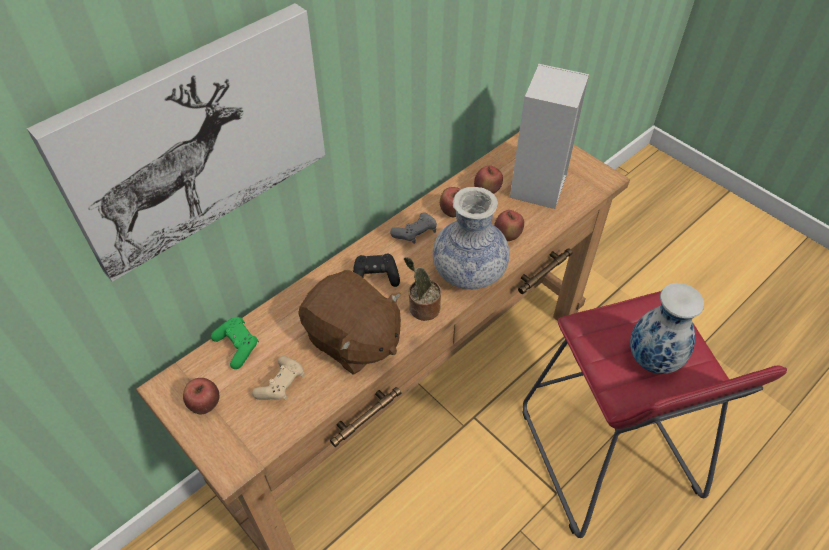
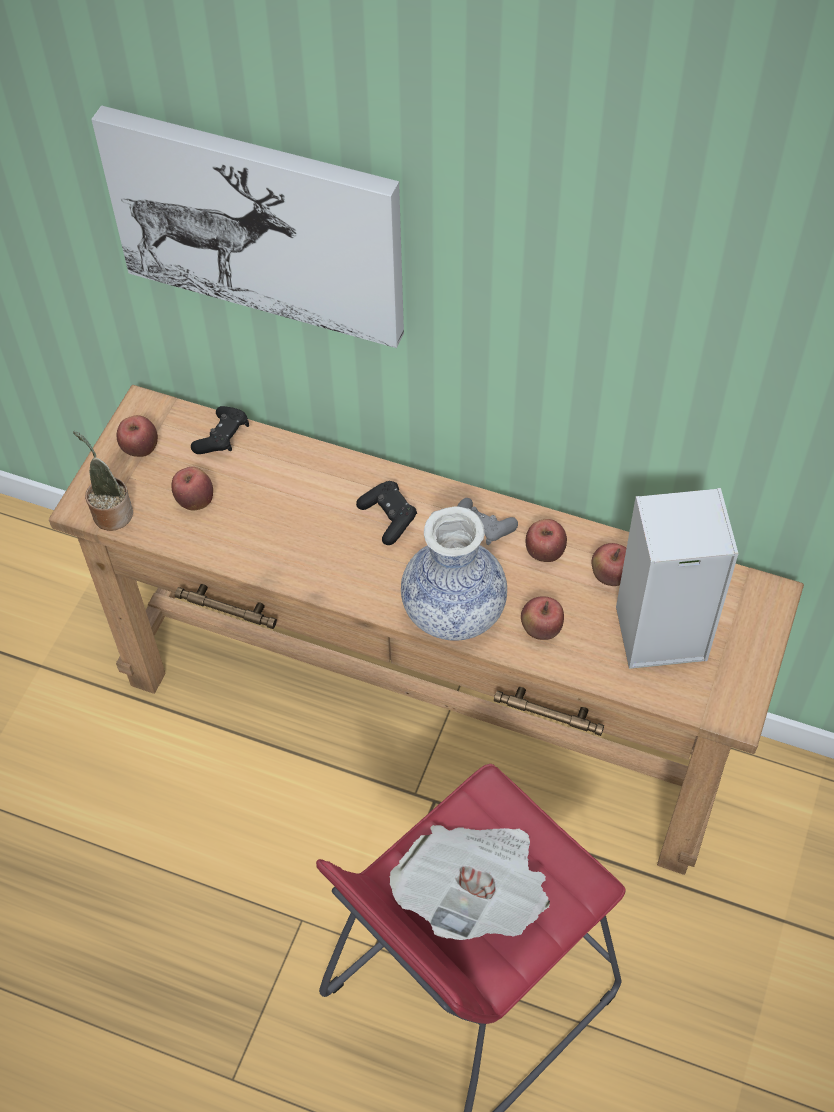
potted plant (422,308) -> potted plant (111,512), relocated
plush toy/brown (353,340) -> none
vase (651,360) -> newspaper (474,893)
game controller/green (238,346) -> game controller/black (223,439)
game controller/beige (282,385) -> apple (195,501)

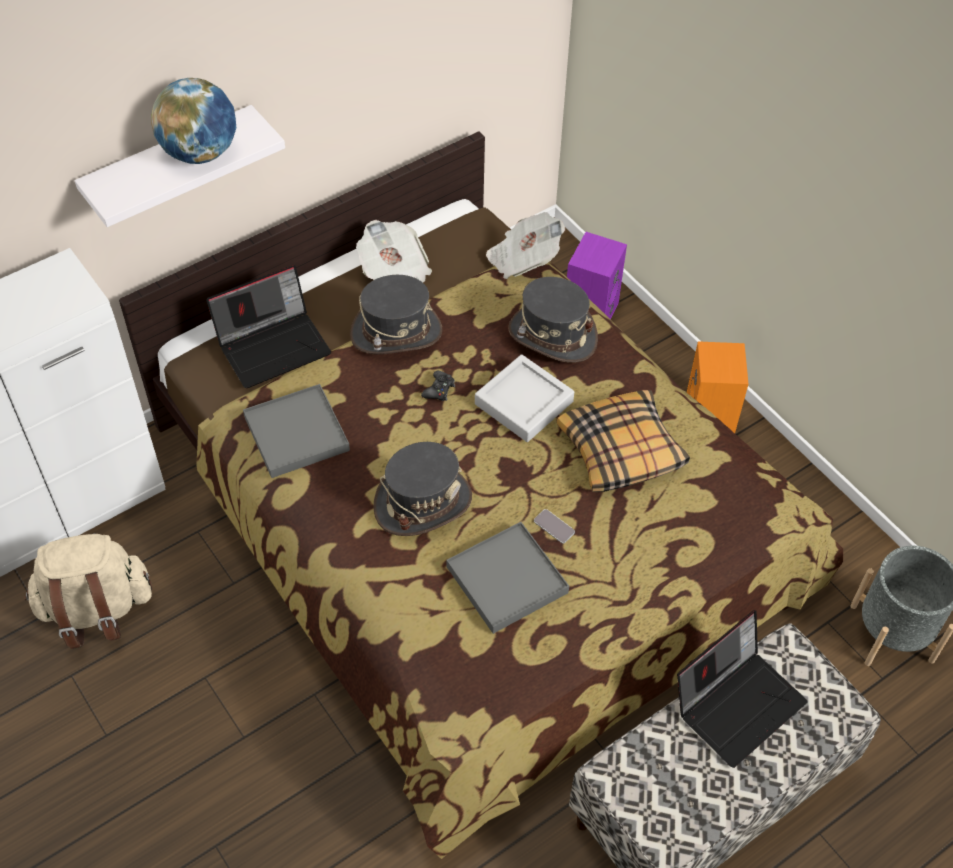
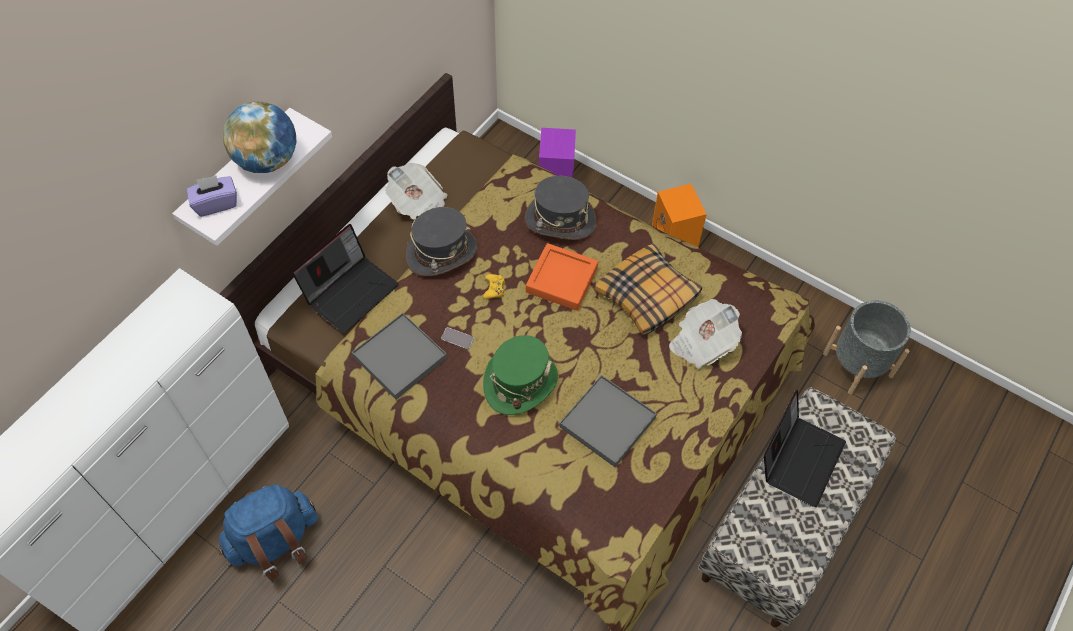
newspaper (523,259) -> newspaper (702,343), relocated
tray/grey (524,403) -> tray/orange (561,280)
game controller/black (439,390) -> game controller/yellow (494,289)
hat/grey (423,502) -> hat/green (520,382)
phone (554,527) -> phone (457,338), relocated
backpack/beige (96,609) -> backpack/blue (275,541)
none -> tissue box/purple (216,203)

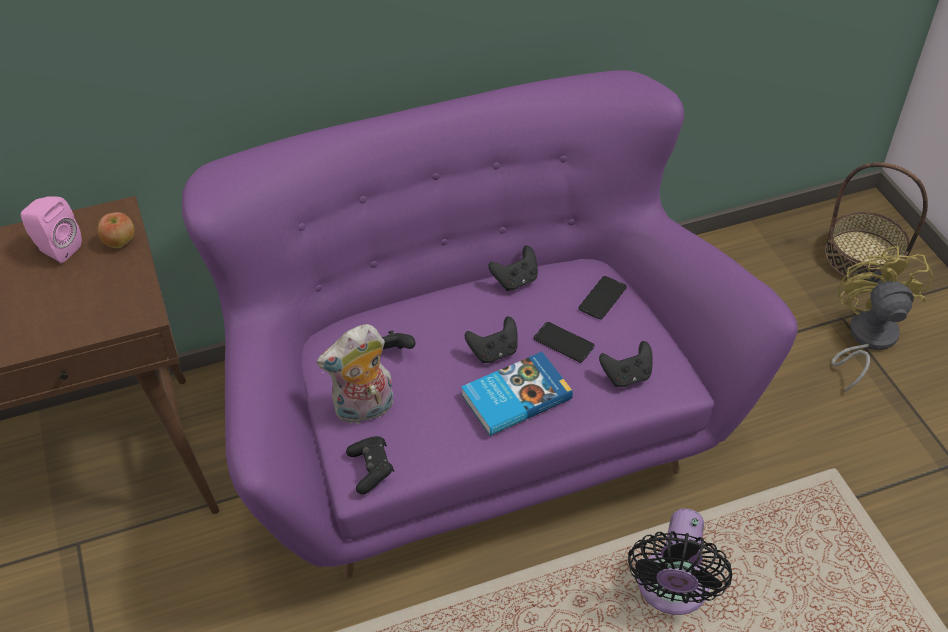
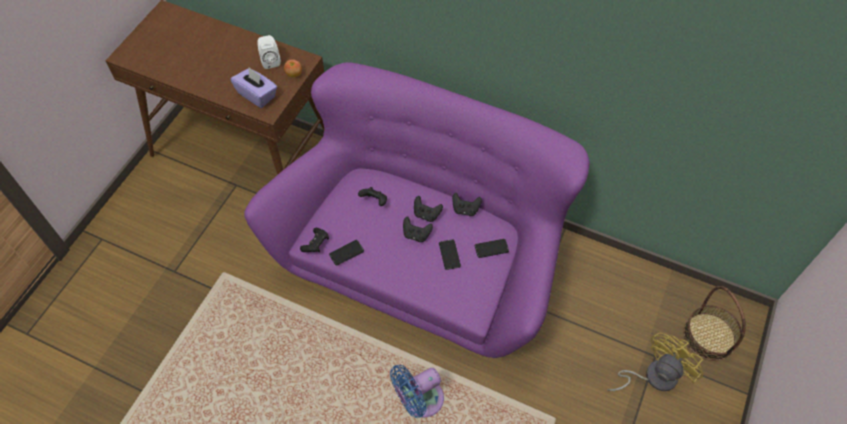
speaker/pink (56,249) -> speaker/white (270,60)
plush toy (363,410) -> none
game controller/black (626,376) -> game controller/black (426,214), relocated
book (514,396) -> none
fan/black (671,591) -> fan/blue (419,400)
none -> tissue box/purple (257,95)
none -> phone (346,253)

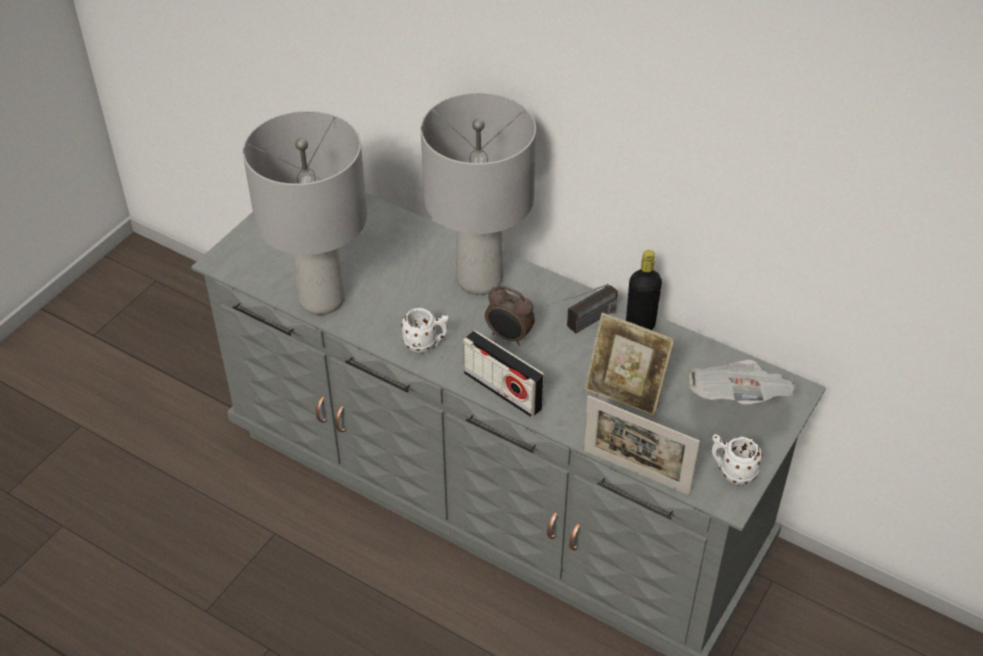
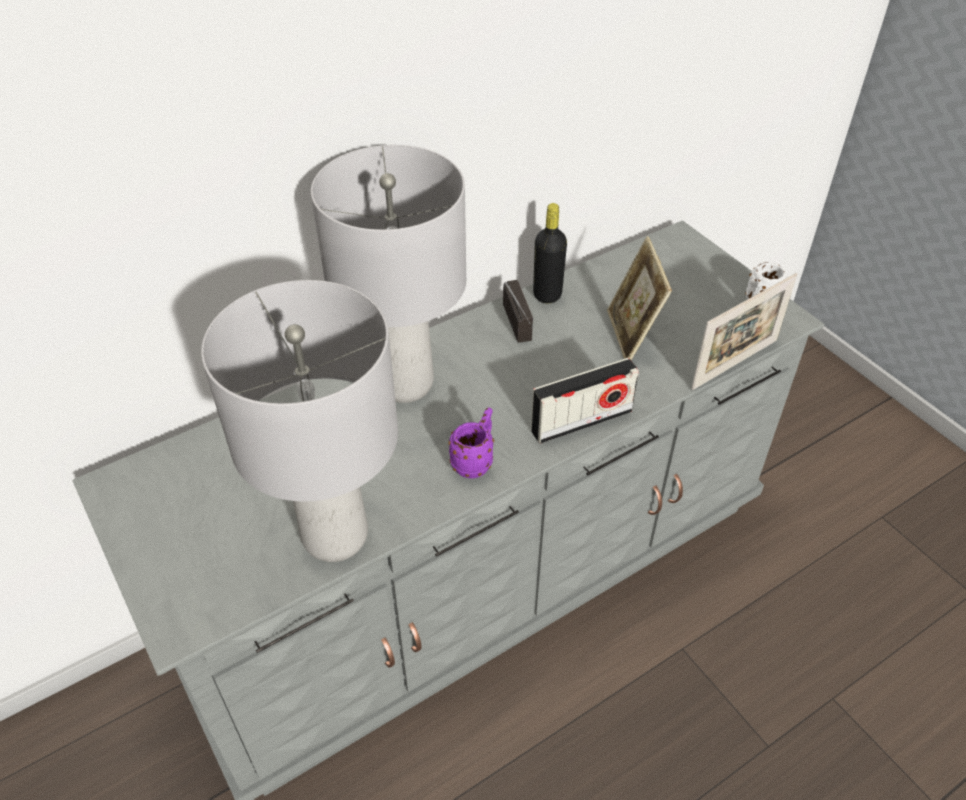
alarm clock (509,337) -> none
mug/white (426,344) -> mug/purple (475,461)
picture frame (625,394) -> picture frame (631,336), 120 degrees clockwise
newspaper (736,400) -> none

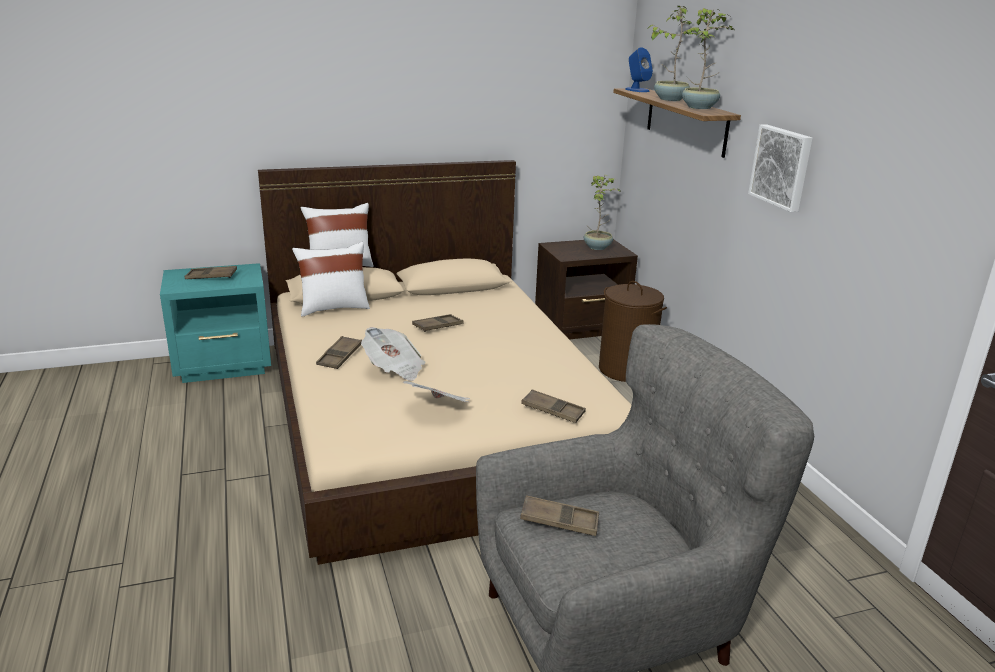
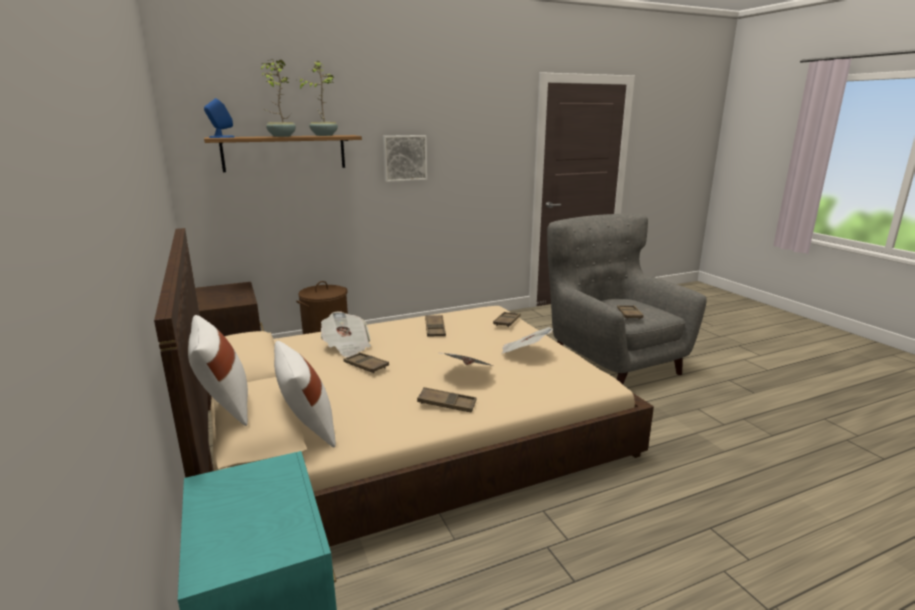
potted plant (598,247) -> none
tray/brown (211,276) -> tray/brown (435,329), relocated
none -> newspaper (346,347)

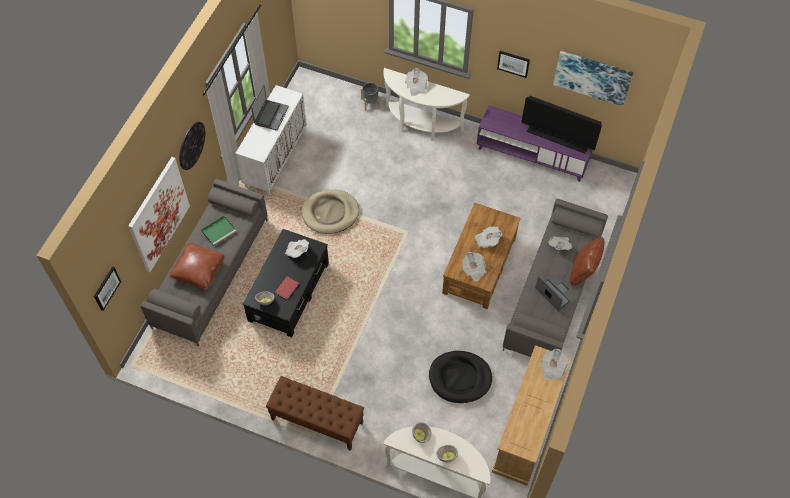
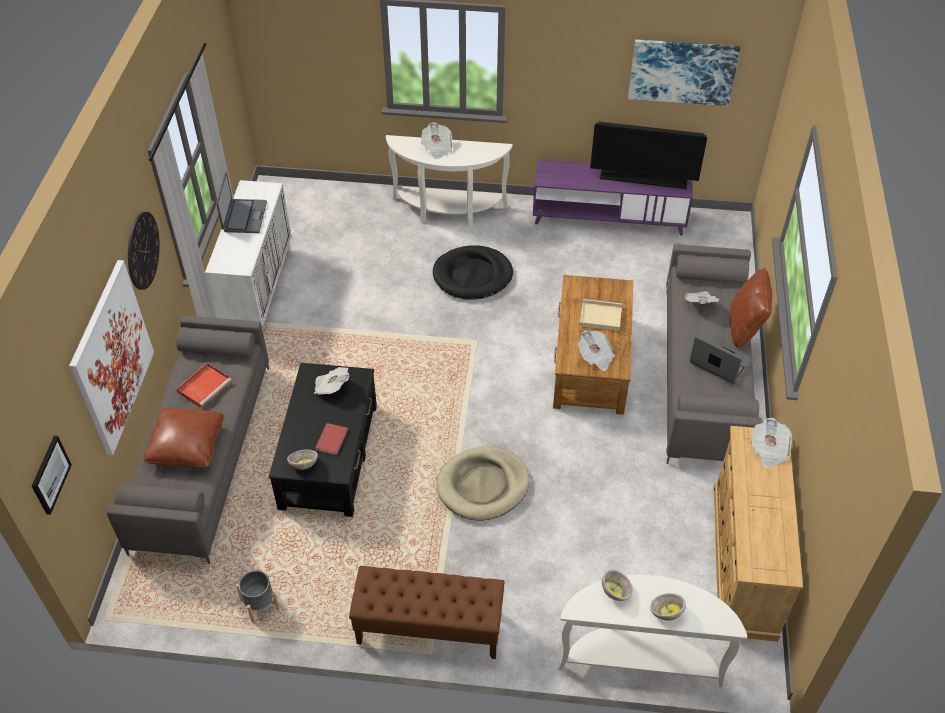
picture (513,63) -> none
planter/grey (370,103) -> planter/grey (260,605), relocated
dog bed/beige (330,213) -> dog bed/beige (483,485), relocated
tray/green (219,231) -> tray/red (205,386)
newspaper (487,240) -> tray/beige (599,316)
dog bed/black (460,378) -> dog bed/black (472,275), relocated

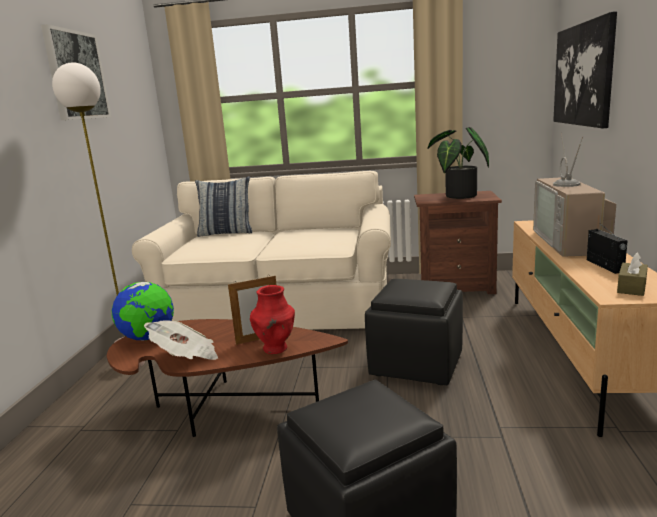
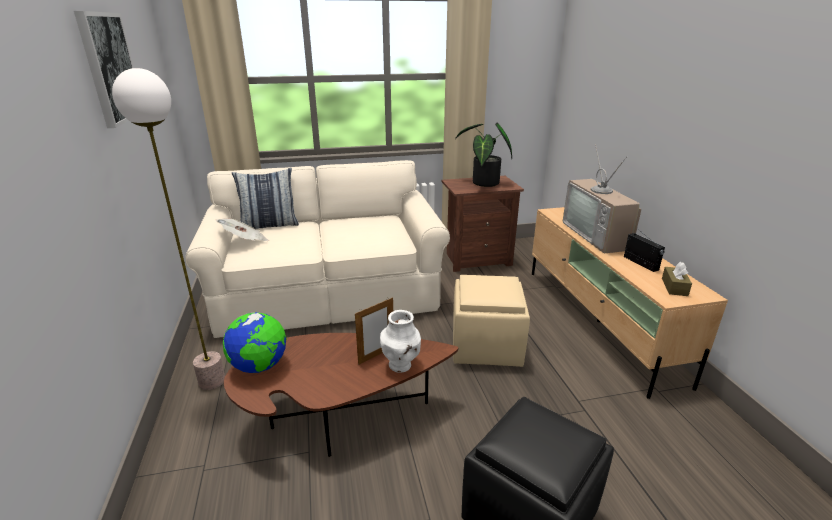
picture (583,74) -> none
ottoman/black (418,363) -> ottoman/beige (486,346)
vase/red (276,349) -> vase/white (400,365)
newspaper (186,357) -> newspaper (245,241), relocated

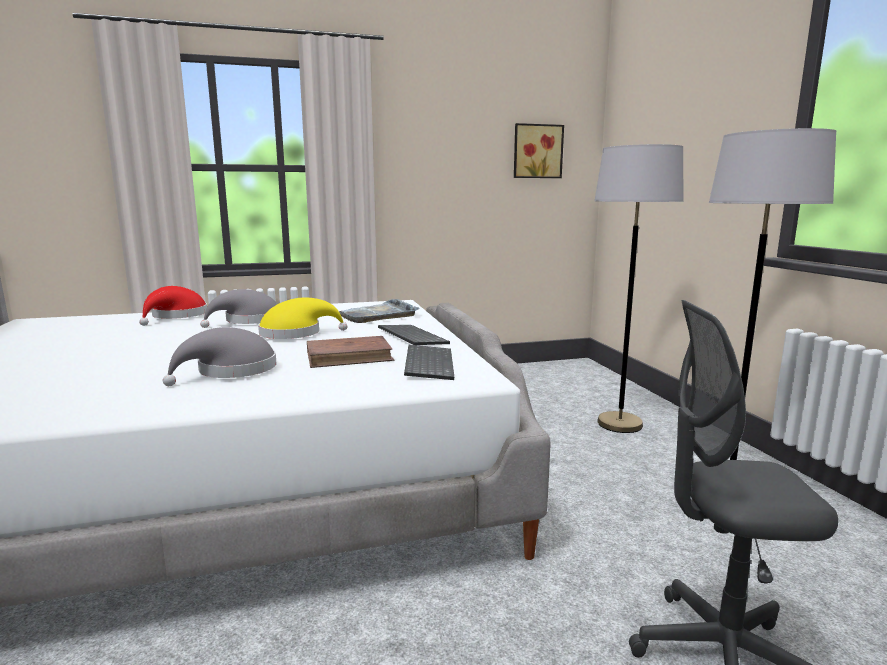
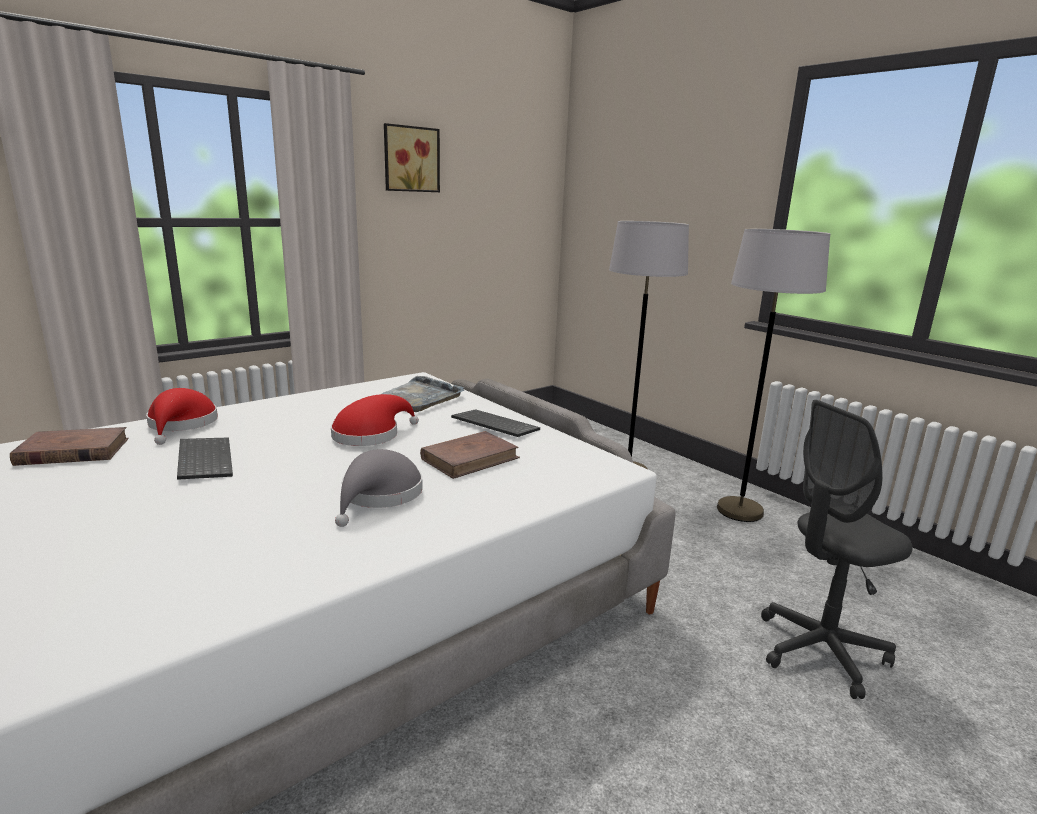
picture (537,151) -> picture (410,159), relocated
hat/grey (249,321) -> none
hat/yellow (296,333) -> hat/red (370,435)
keyboard (427,364) -> keyboard (203,460), relocated
none -> book/brown (72,452)

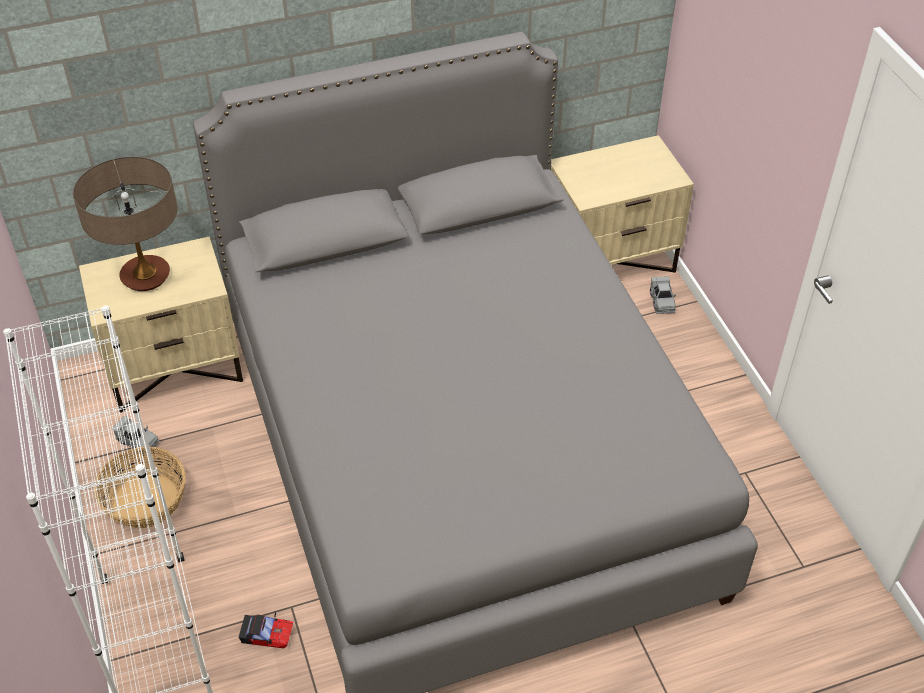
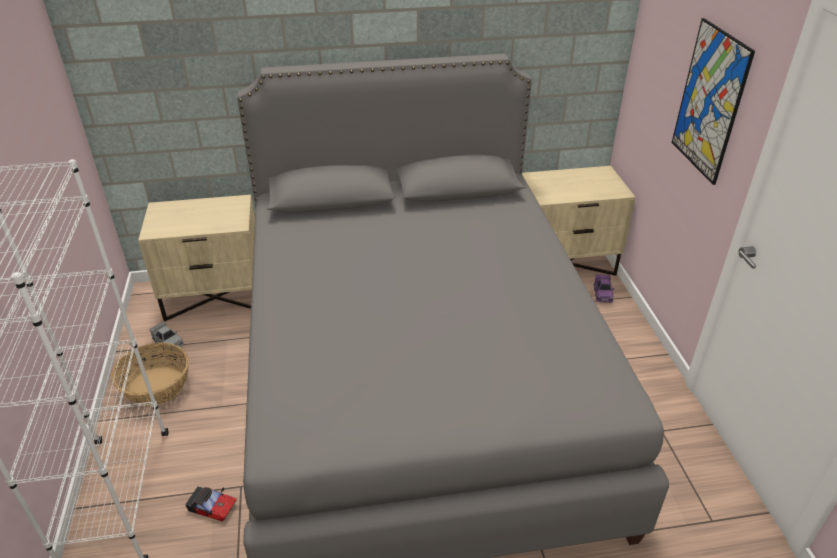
table lamp (145,276) -> none
toy car/grey (662,301) -> toy car/purple (602,293)
none -> picture (709,101)

